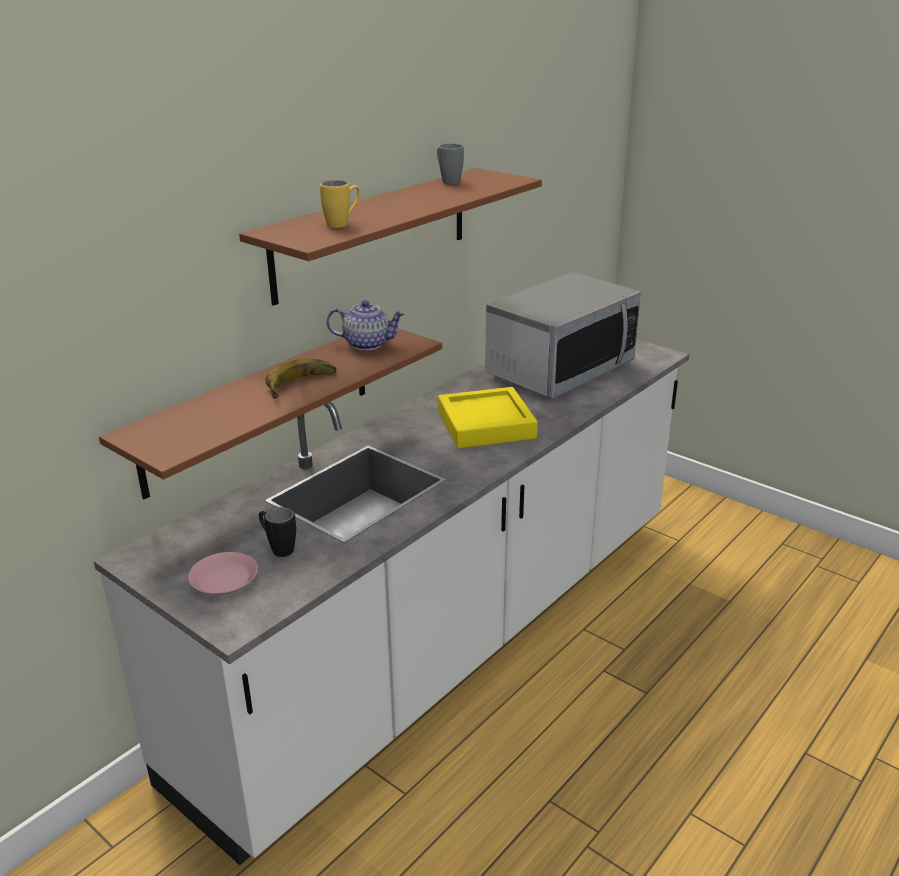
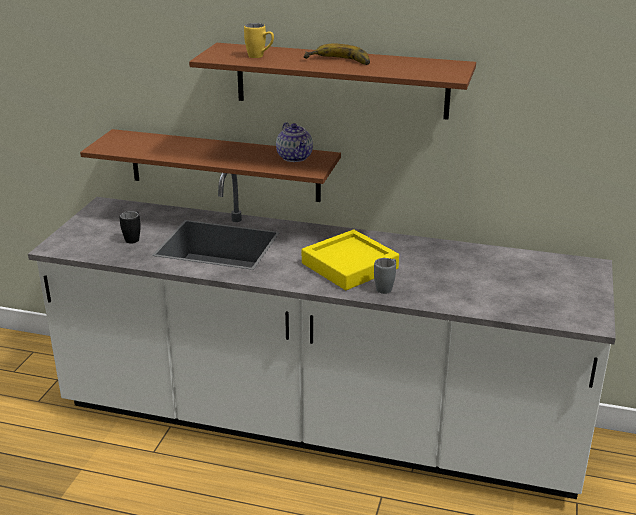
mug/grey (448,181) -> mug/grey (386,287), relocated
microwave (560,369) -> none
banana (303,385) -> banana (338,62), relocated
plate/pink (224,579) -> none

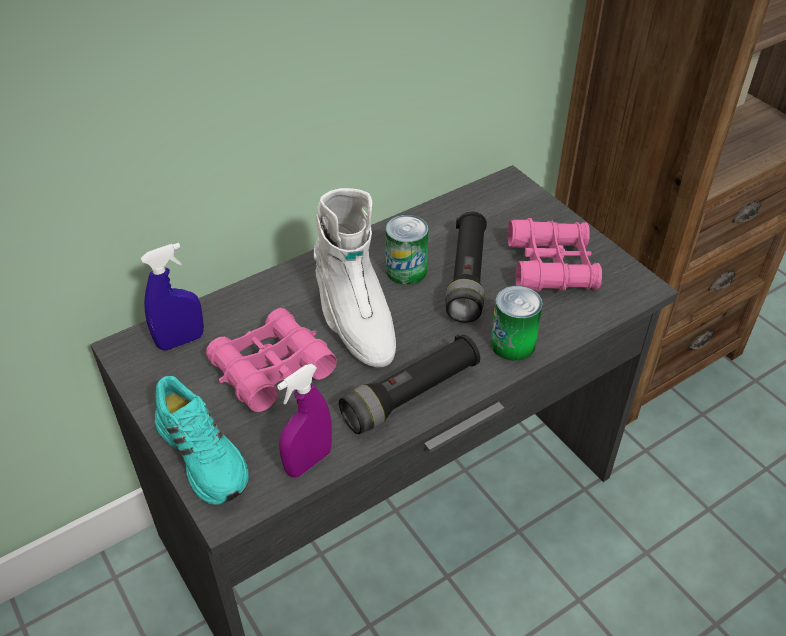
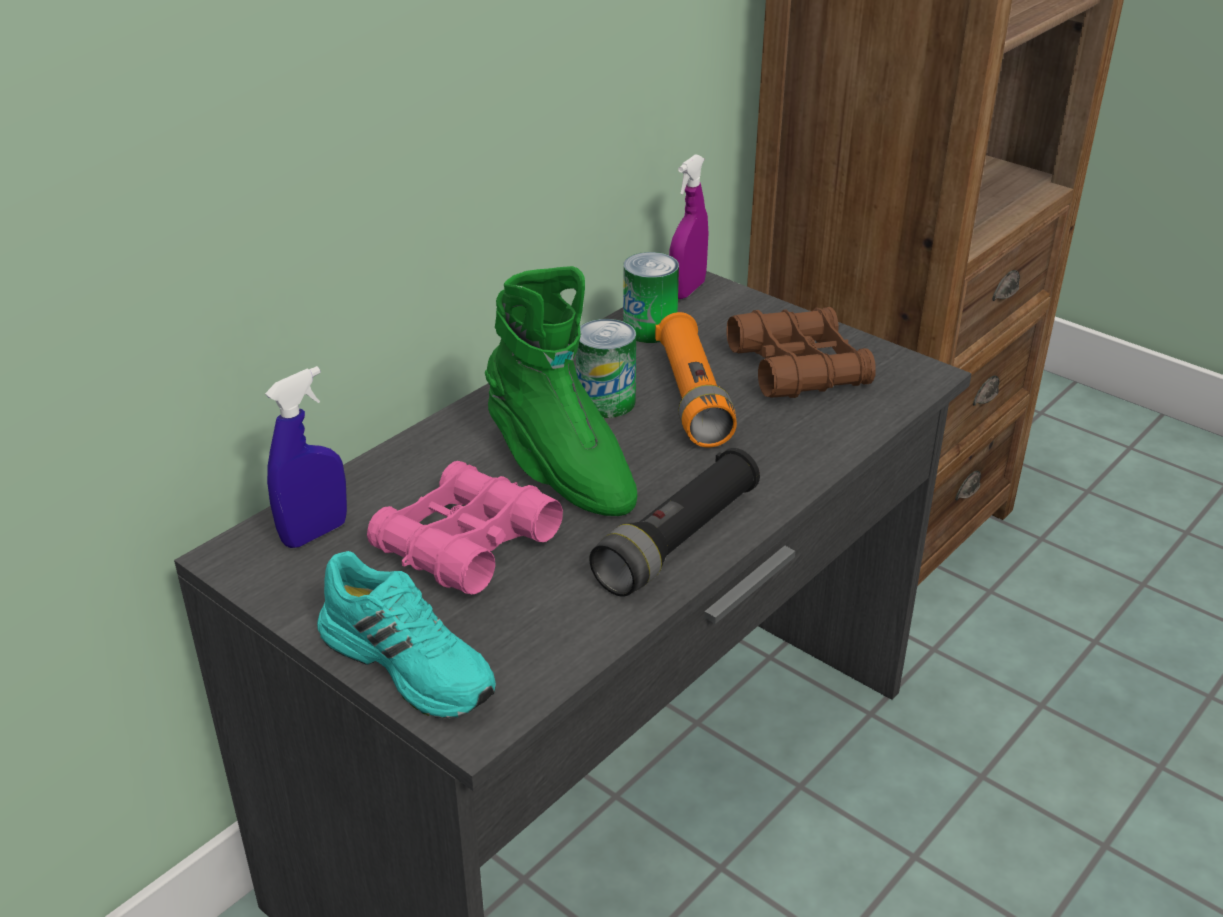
boot/white (354,321) -> boot/green (559,469)
flashlight/black (467,277) -> flashlight/orange (692,397)
binoculars/pink (552,266) -> binoculars/brown (798,368)
can (513,344) -> can (649,329), relocated
spray bottle/purple (308,462) -> spray bottle/purple (687,290), relocated

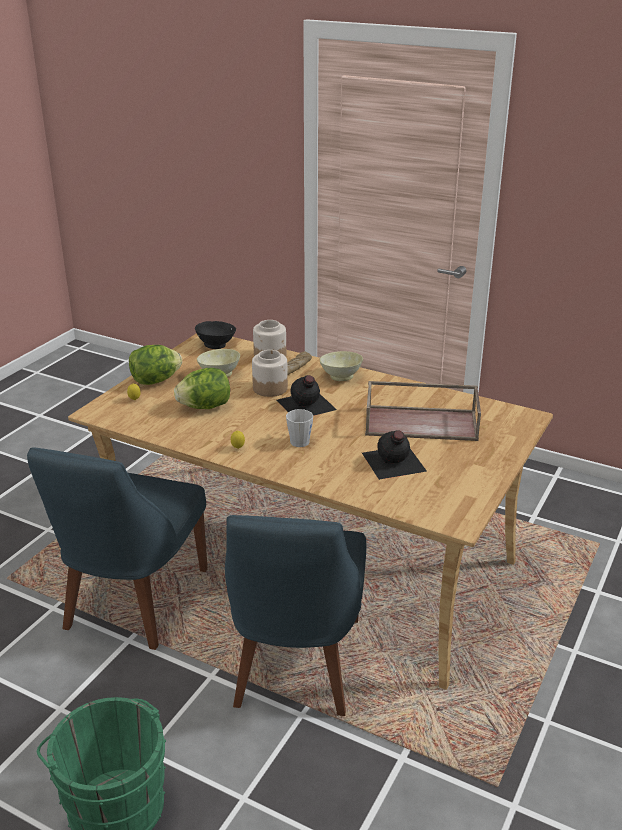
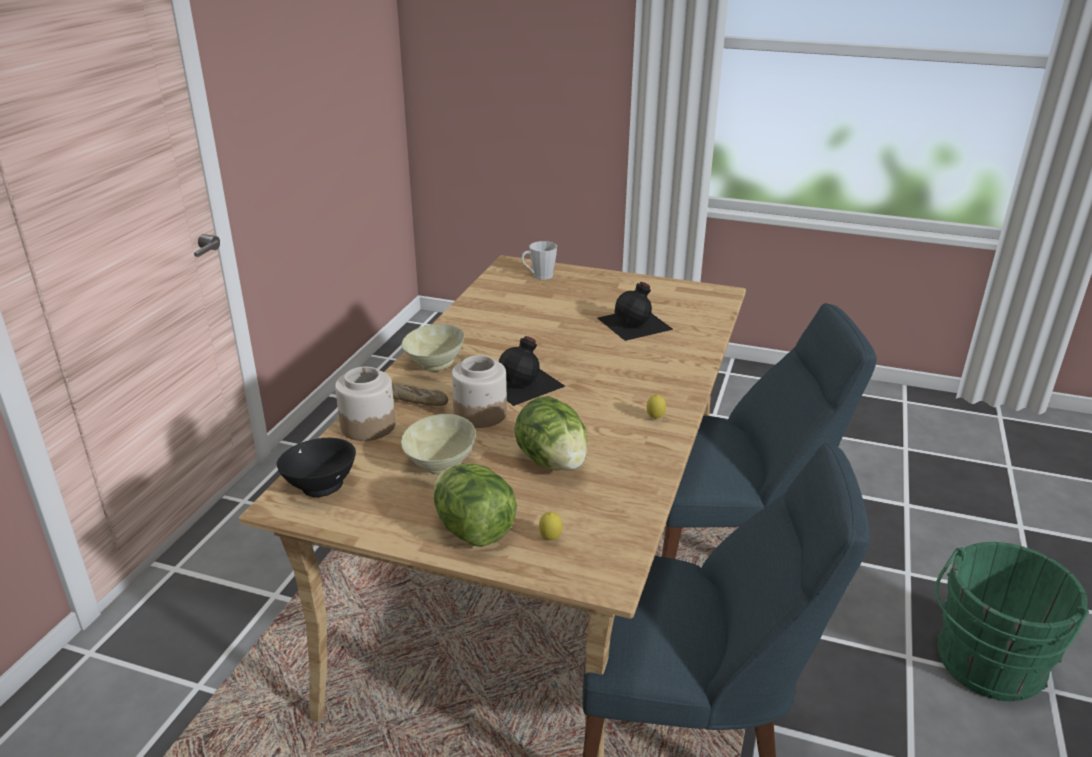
tray/brown (422,423) -> none
mug/grey (299,439) -> mug/grey (539,276), relocated

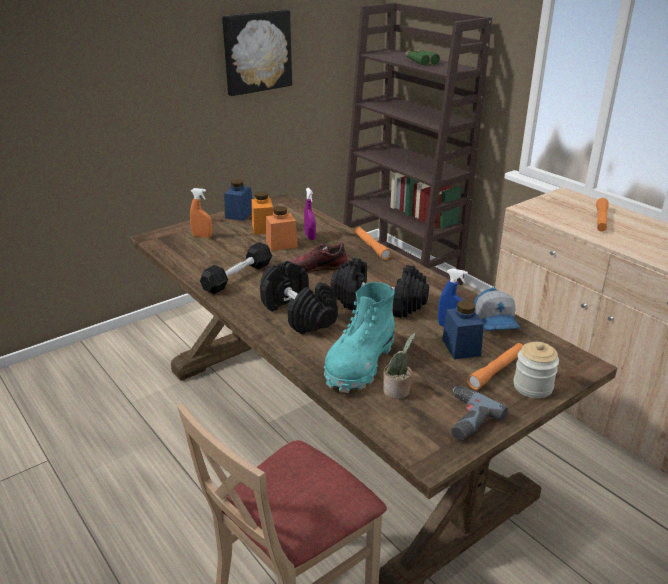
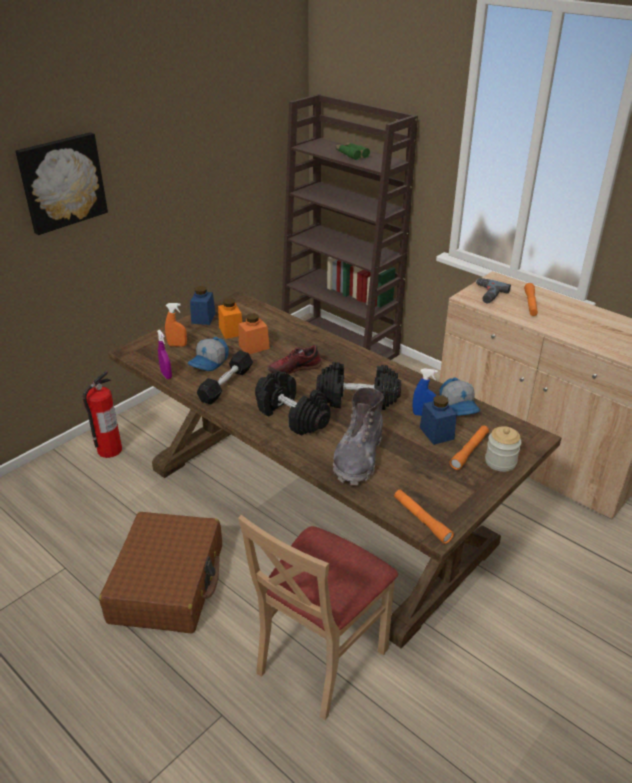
picture (256,52) -> picture (62,182), relocated
spray bottle/purple (310,237) -> spray bottle/purple (166,375), relocated
flashlight/orange (371,247) -> flashlight/orange (421,520), relocated
boot/turquoise (359,364) -> boot/grey (358,457)
potted plant (398,391) -> none
power drill (464,418) -> power drill (486,294), relocated
none -> cap (209,362)
none -> fire extinguisher (109,450)
none -> suitcase/brown (168,583)

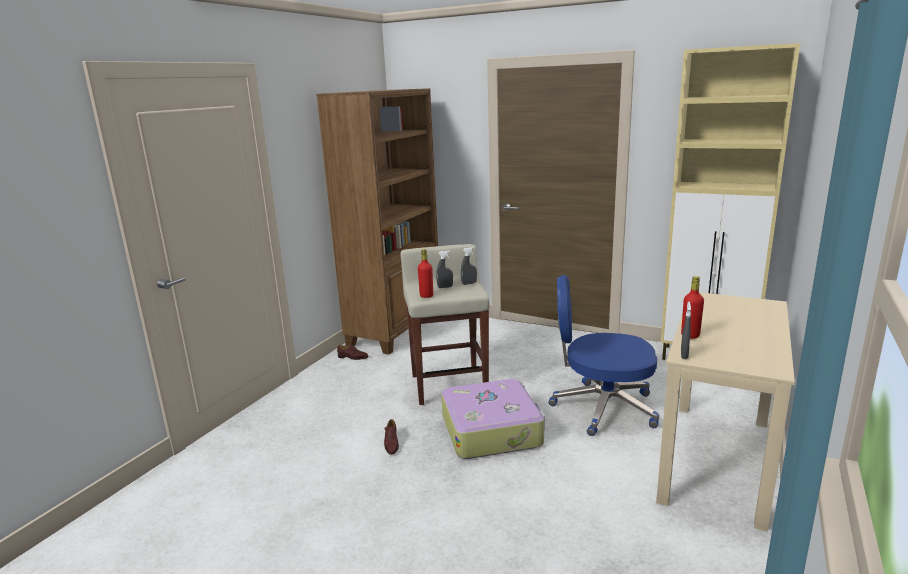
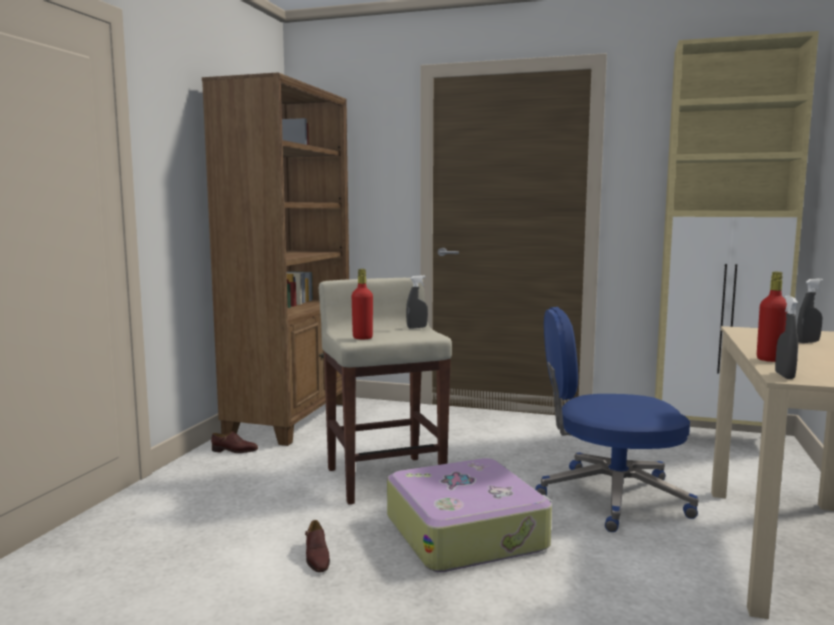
spray bottle/grey (445,287) -> spray bottle/grey (808,342), relocated

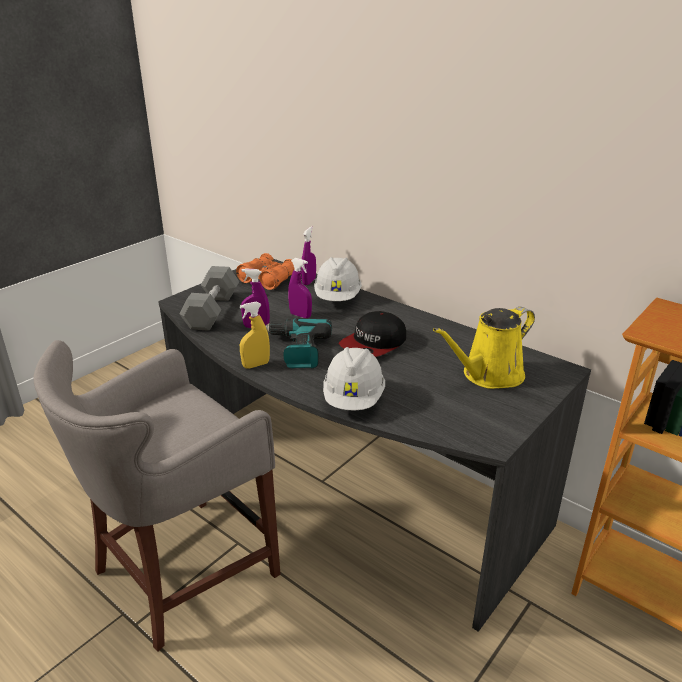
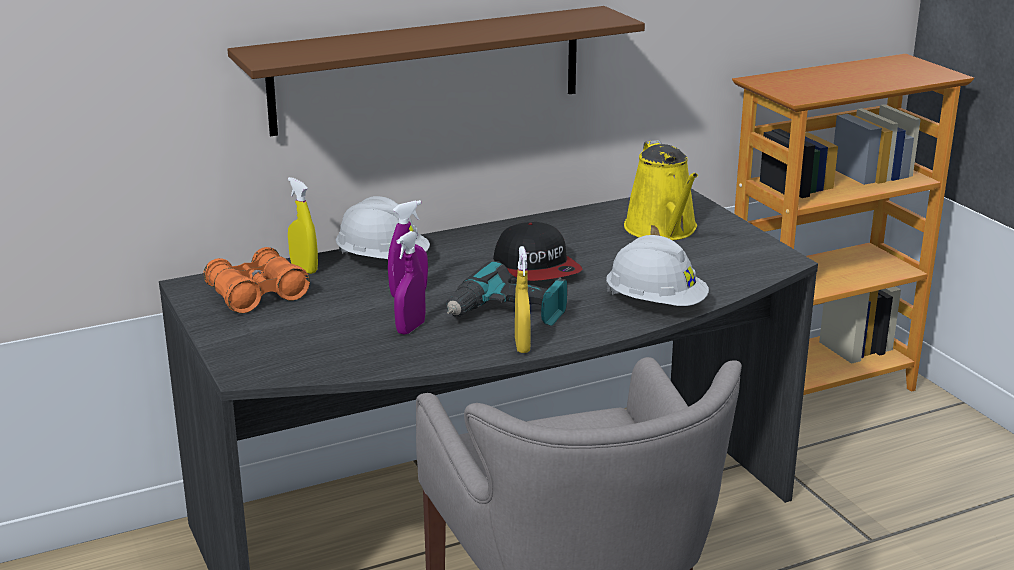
spray bottle/purple (309,281) -> spray bottle/yellow (304,268)
dumbbell/grey (212,311) -> none
none -> shelf/brown (428,69)

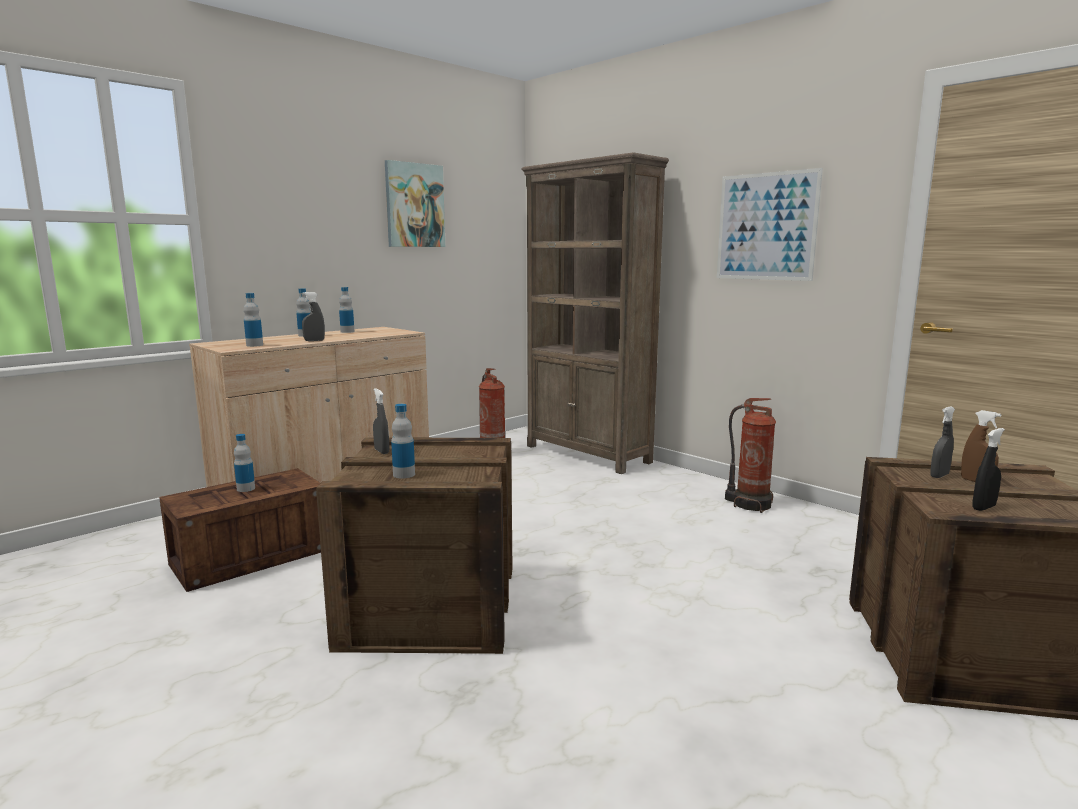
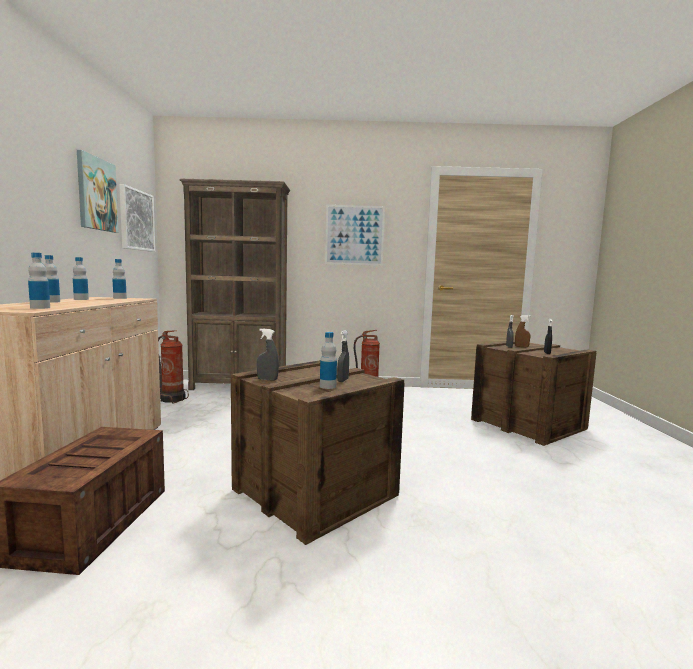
spray bottle/grey (314,340) -> spray bottle/grey (343,380), relocated
bottle (246,489) -> bottle (120,298), relocated
none -> picture (136,220)

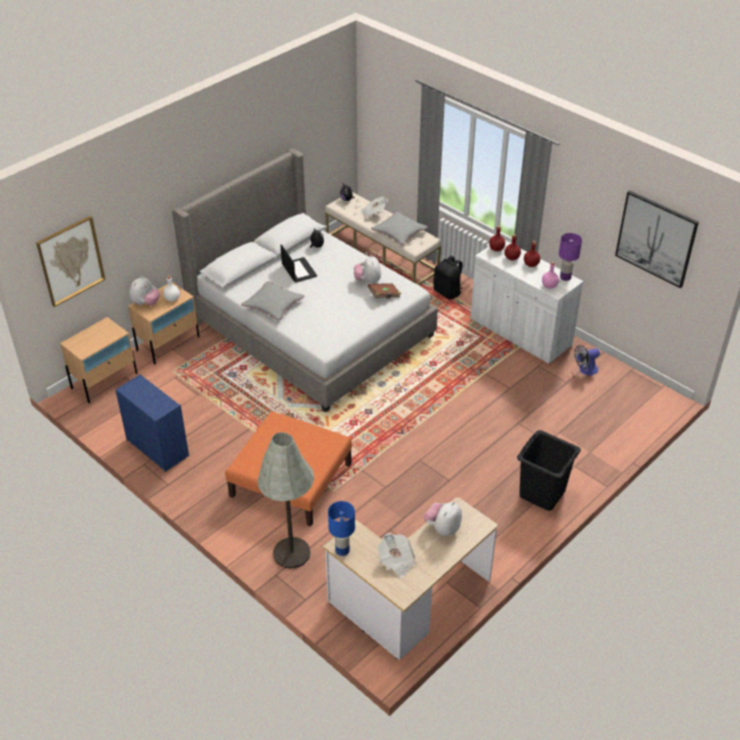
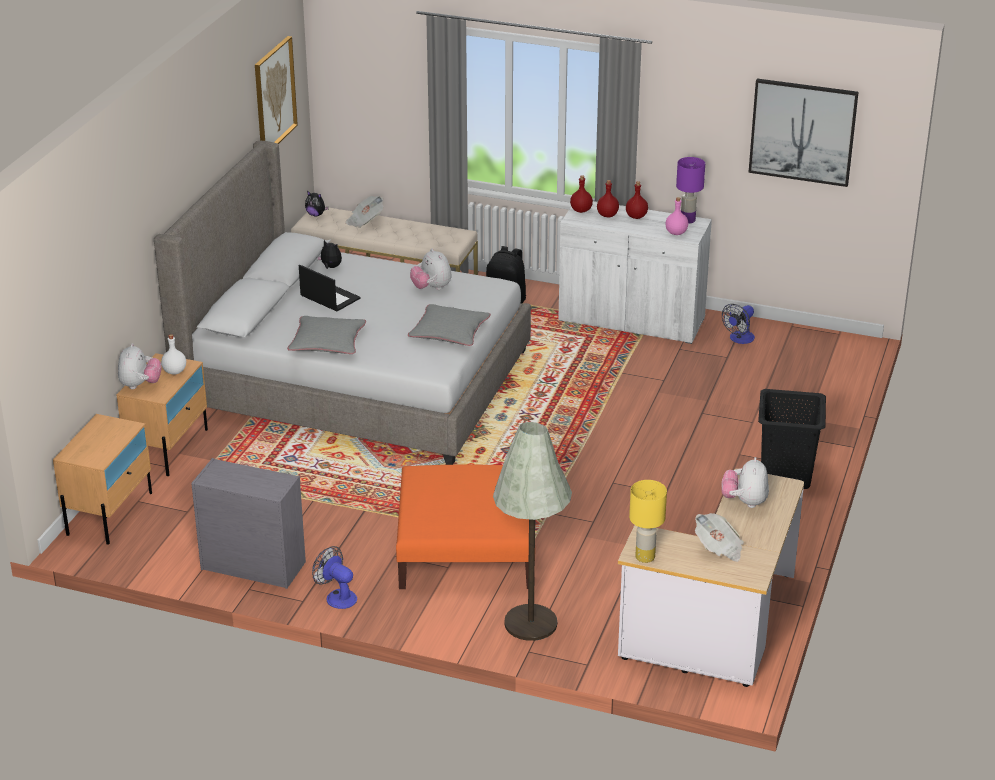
pillow/grey (399,232) -> pillow/grey (449,332), relocated
picture (70,260) -> picture (274,95), relocated
book/brown (384,295) -> none
dresser/blue (157,447) -> dresser/grey (252,565)
table lamp/blue (342,550) -> table lamp/yellow (645,556)
none -> fan (337,596)

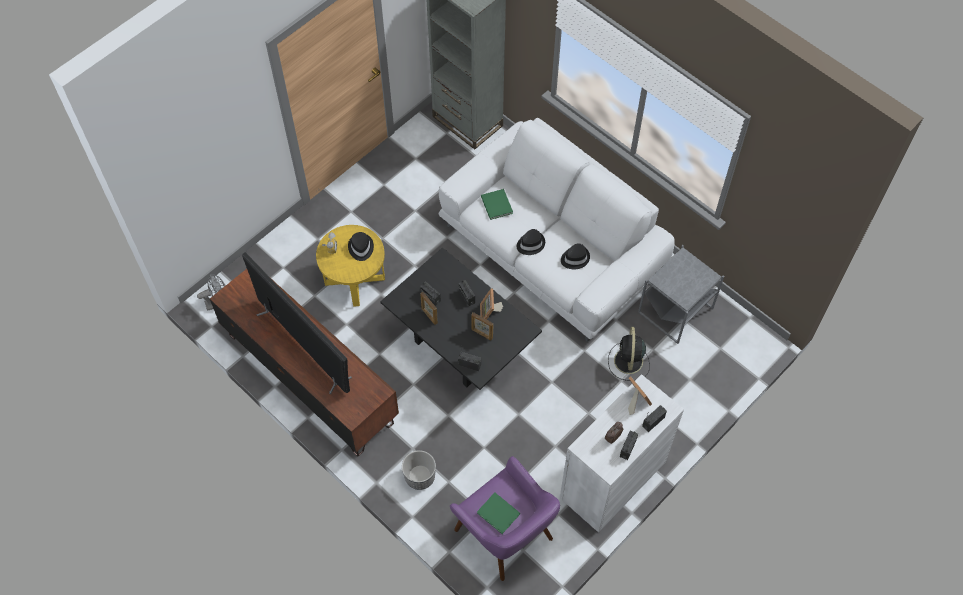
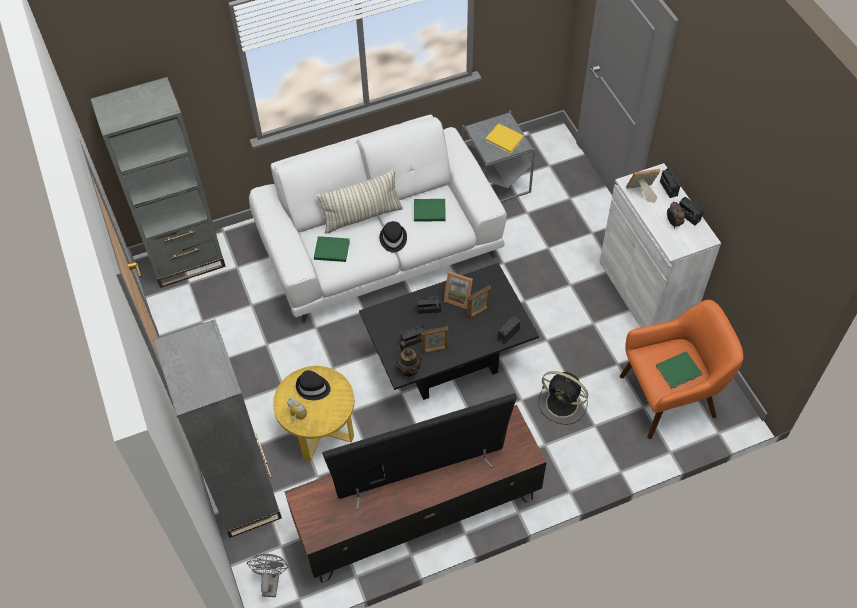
hat/black (575,258) -> book/green (428,211)
fan/black (628,362) -> fan/black (563,404), relocated
planter (419,476) -> none
armchair/purple (505,534) -> armchair/orange (669,397)
none -> book/yellow (505,140)
none -> pillow (362,216)
none -> bookcase/grey (244,494)
none -> teapot (409,369)

